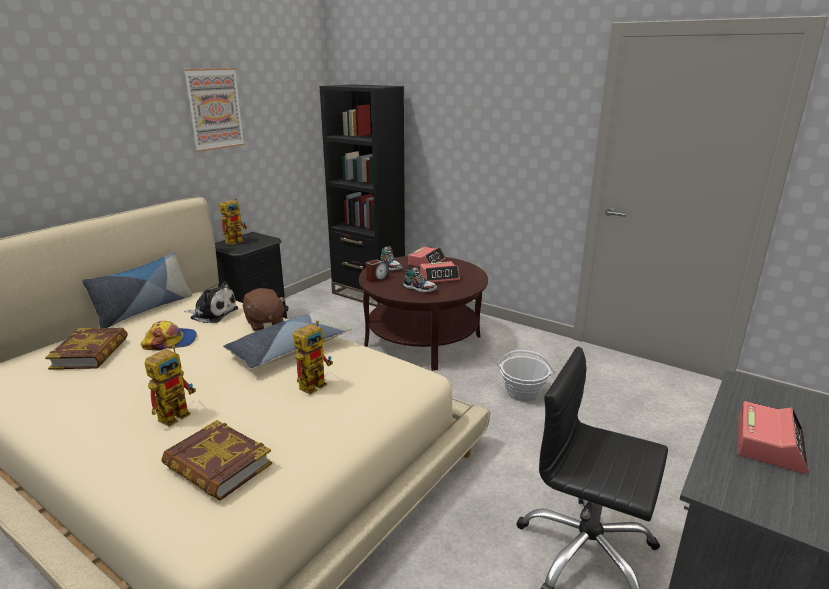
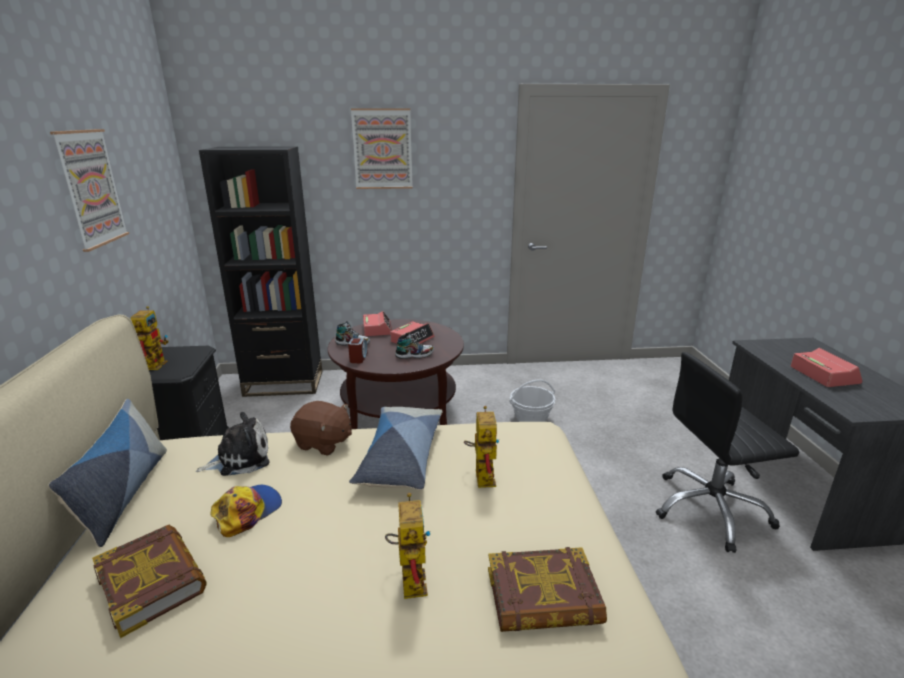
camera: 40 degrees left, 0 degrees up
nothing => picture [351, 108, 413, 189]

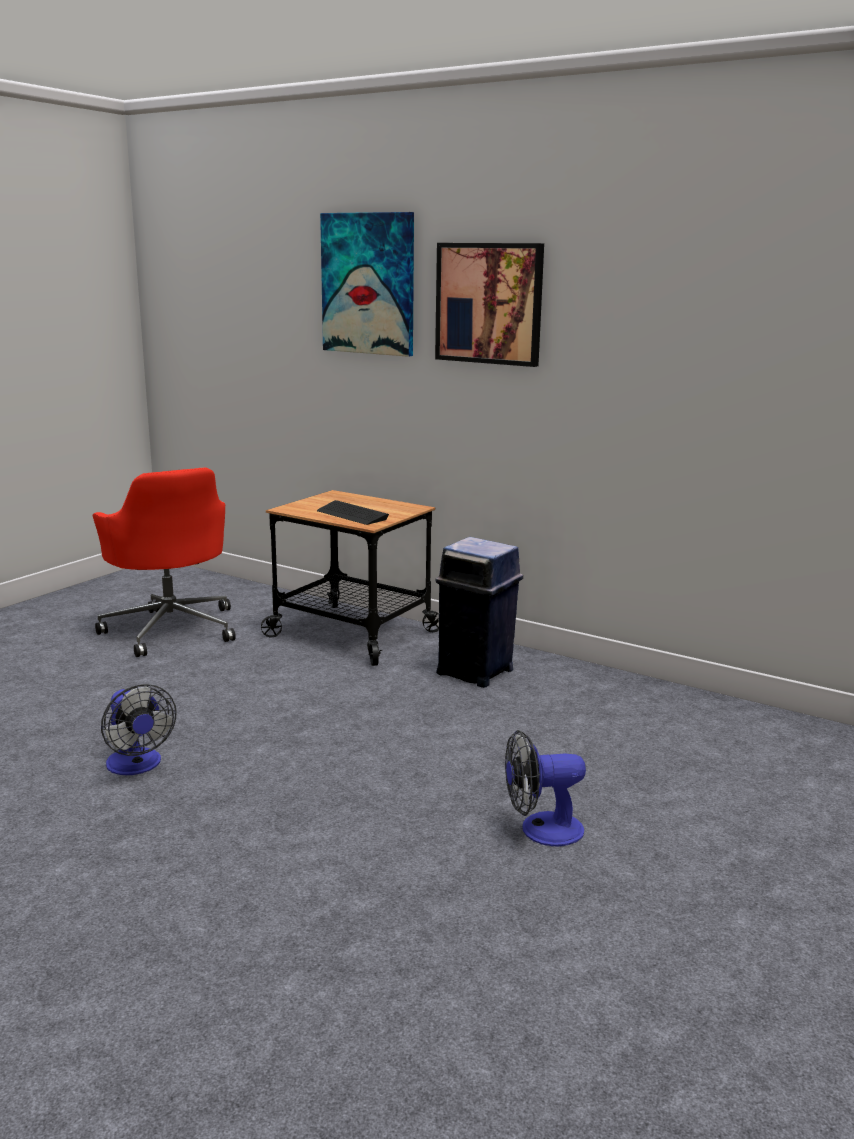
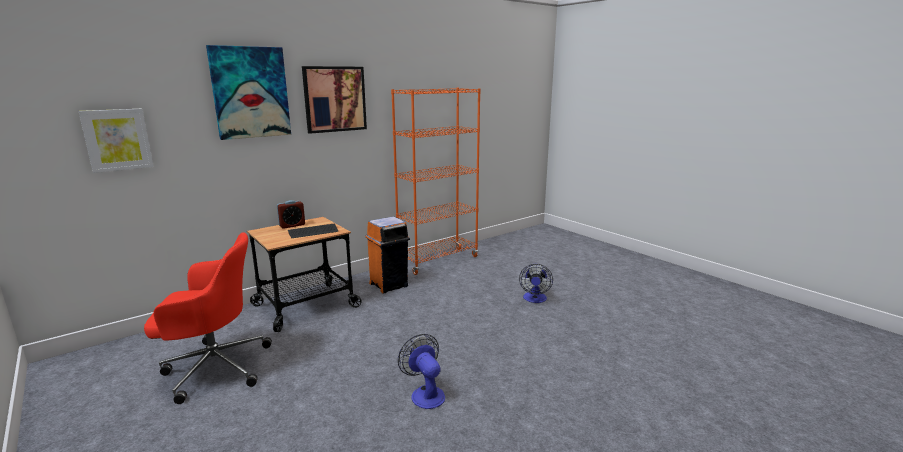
camera: 70 degrees left, 0 degrees up
fan [101, 684, 176, 775] => fan [398, 334, 445, 409], 105 degrees counterclockwise
trash can in blue [436, 537, 523, 688] => trash can in orange [365, 217, 410, 293]
nothing => picture [79, 109, 154, 173]
nothing => alarm clock [277, 200, 305, 229]
nothing => bookcase in orange [391, 88, 481, 275]

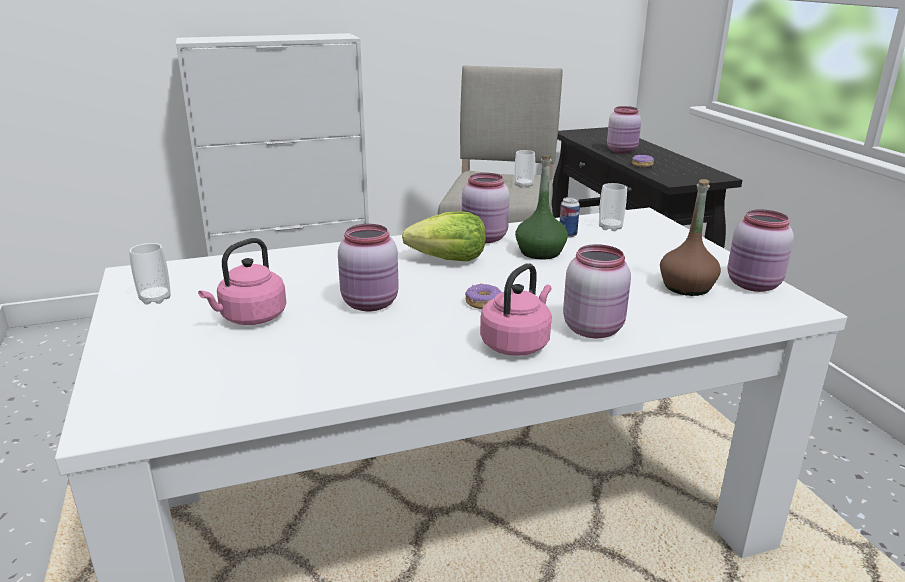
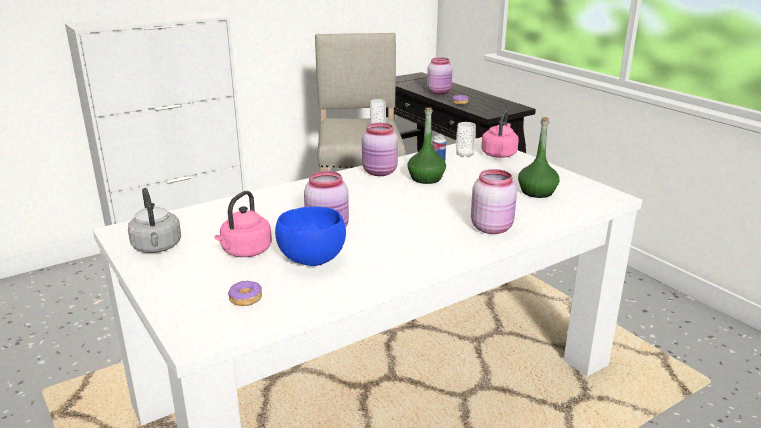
camera: 15 degrees left, 0 degrees up
cup [129, 243, 171, 305] => kettle in grey [128, 188, 181, 253]
lettuce [402, 211, 486, 262] => nothing
donut [465, 284, 501, 309] => donut [228, 281, 262, 306], moved
kettle in pink [480, 263, 552, 356] => kettle in pink [482, 110, 519, 158], moved
bottle in brown [660, 179, 721, 296] => bottle in green [518, 117, 560, 198]
jar in pink [727, 209, 794, 292] => nothing
nothing => bowl in blue [275, 207, 346, 266]

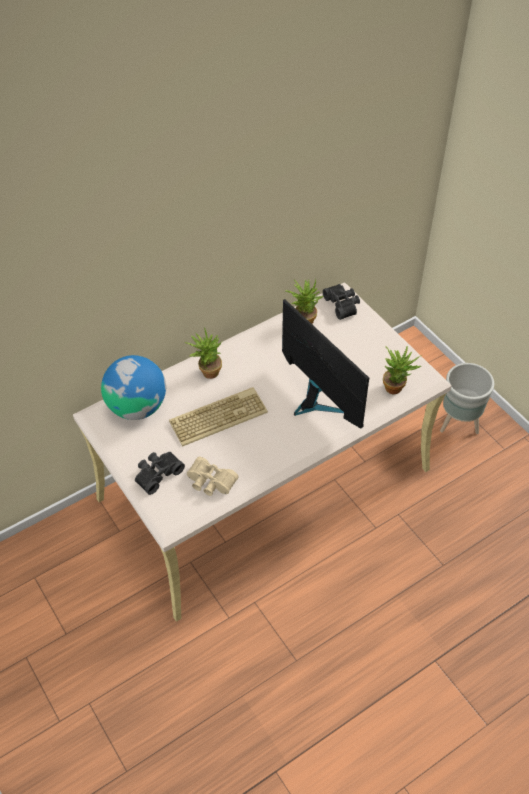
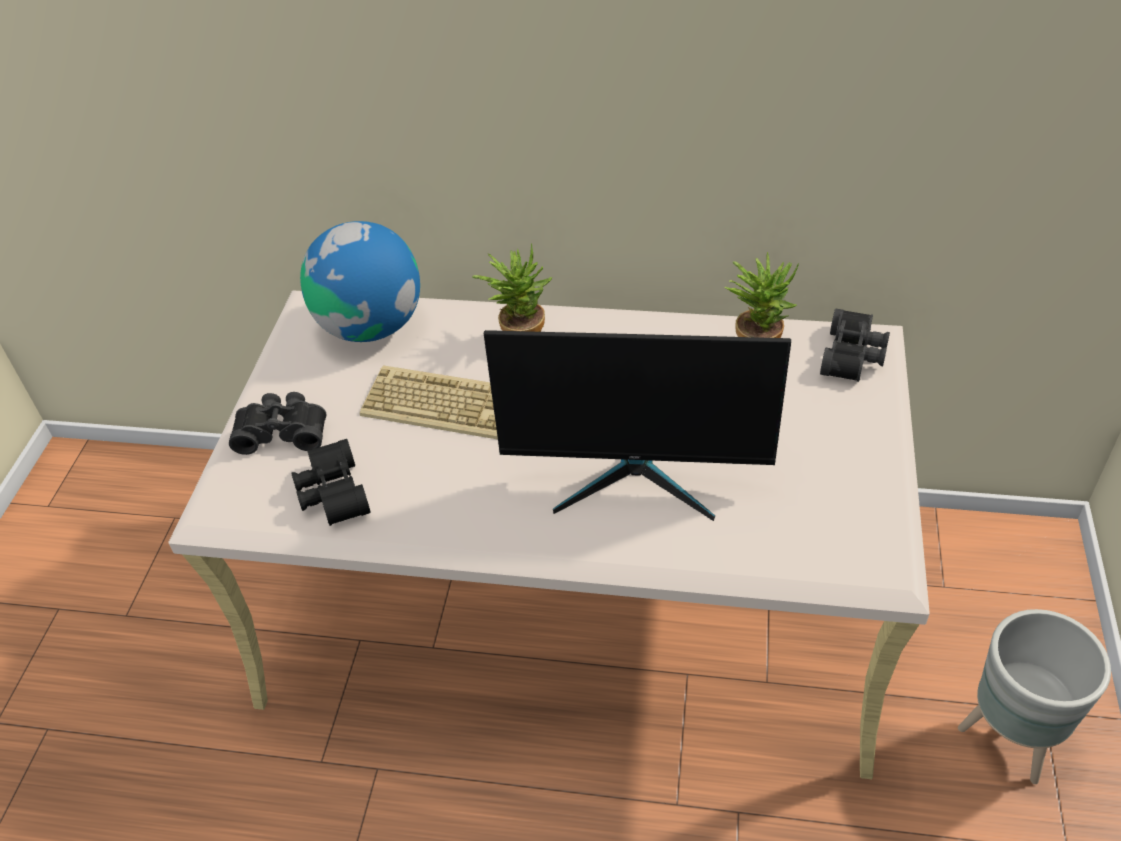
camera: 45 degrees right, 5 degrees down
binoculars in beige [187, 457, 238, 496] => binoculars in black [291, 439, 371, 526]
monitor [282, 299, 369, 428] => monitor [484, 330, 791, 521], 90 degrees clockwise
potted plant [383, 346, 422, 394] => nothing

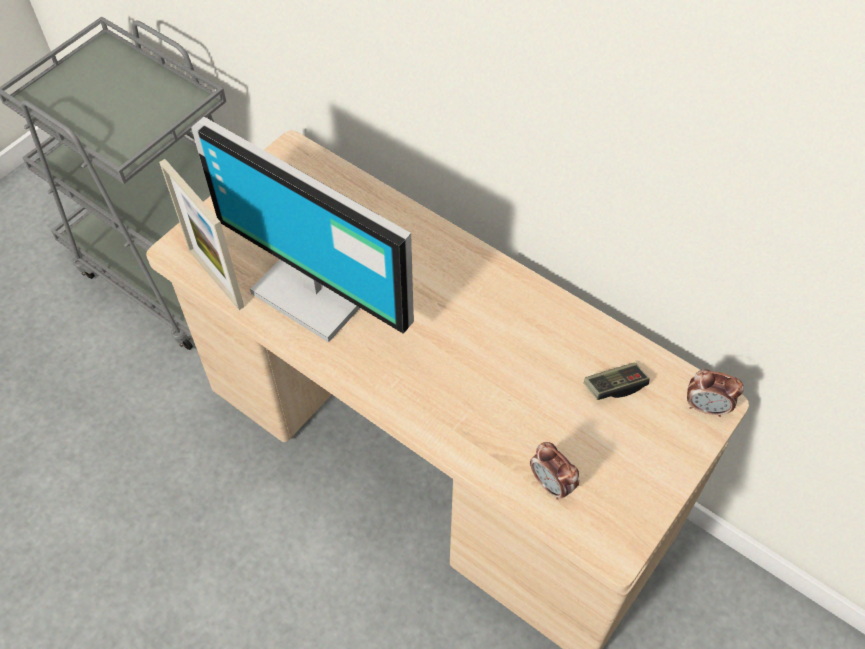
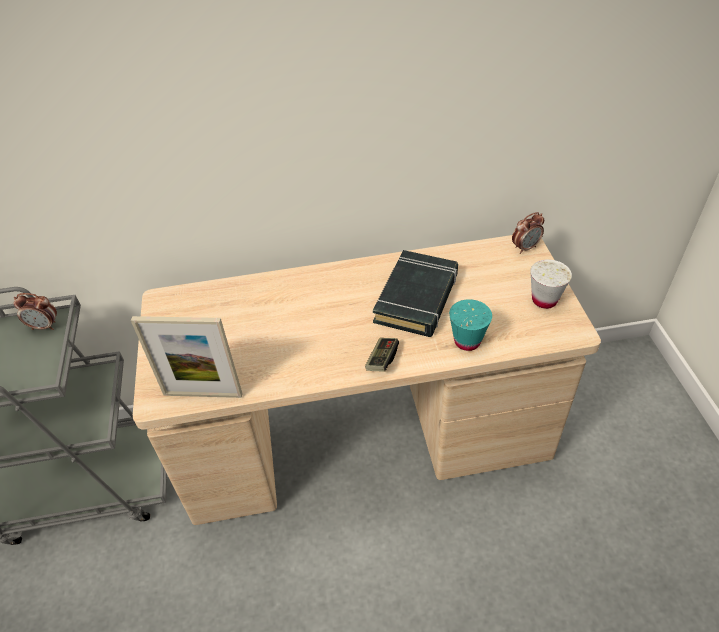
camera: 45 degrees left, 10 degrees down
monitor [191, 117, 414, 342] => nothing
alarm clock [530, 442, 579, 500] => alarm clock [13, 293, 57, 330], moved
game controller [584, 363, 650, 400] => game controller [365, 338, 399, 372], moved
nothing => book in black [373, 250, 458, 337]
nothing => cup in turquoise [449, 299, 492, 351]
nothing => cup in white [530, 260, 572, 309]

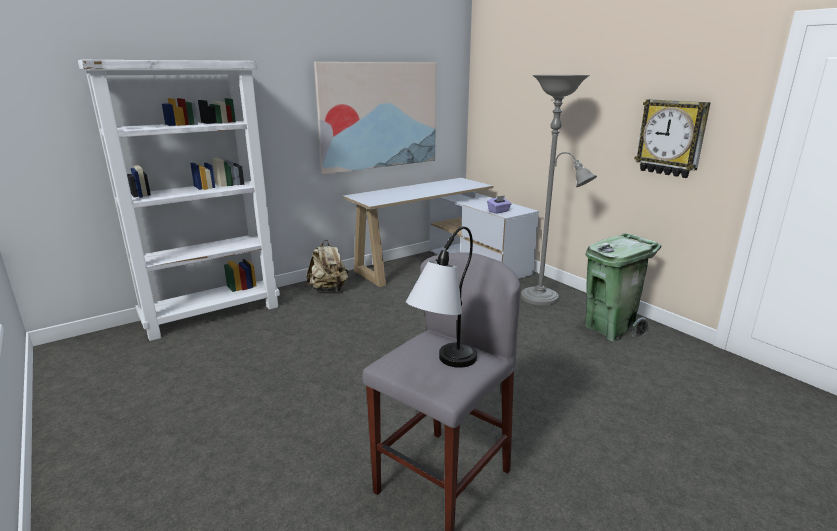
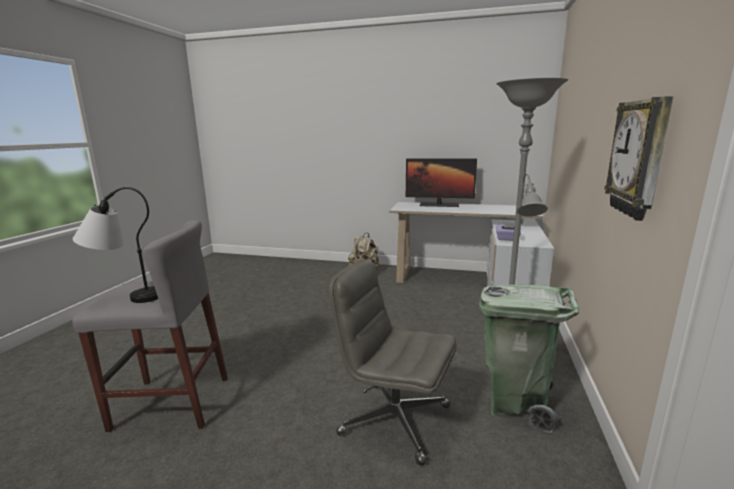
camera: 50 degrees right, 5 degrees down
bookcase in white [78, 60, 280, 341] => nothing
picture [314, 62, 436, 174] => nothing
nothing => office chair in grey [329, 259, 456, 465]
nothing => monitor [406, 159, 477, 207]

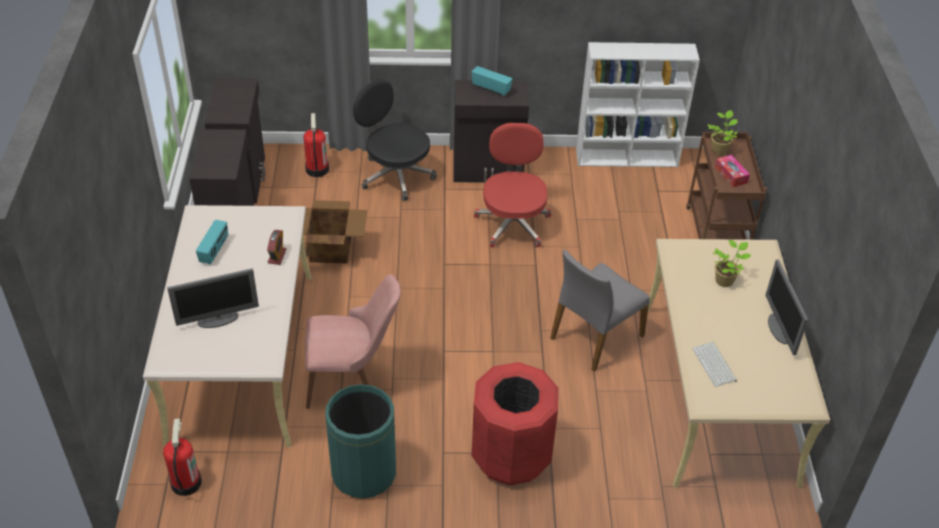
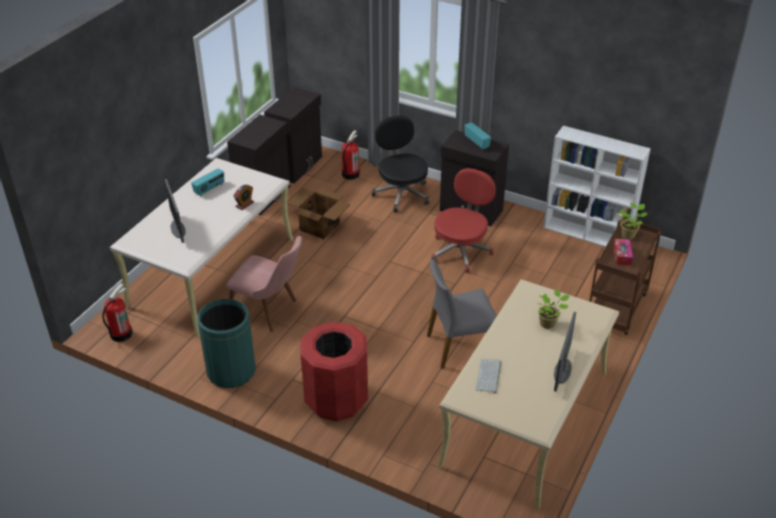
camera: 30 degrees right, 5 degrees down
monitor [167, 268, 259, 328] => monitor [165, 179, 186, 243], 60 degrees clockwise

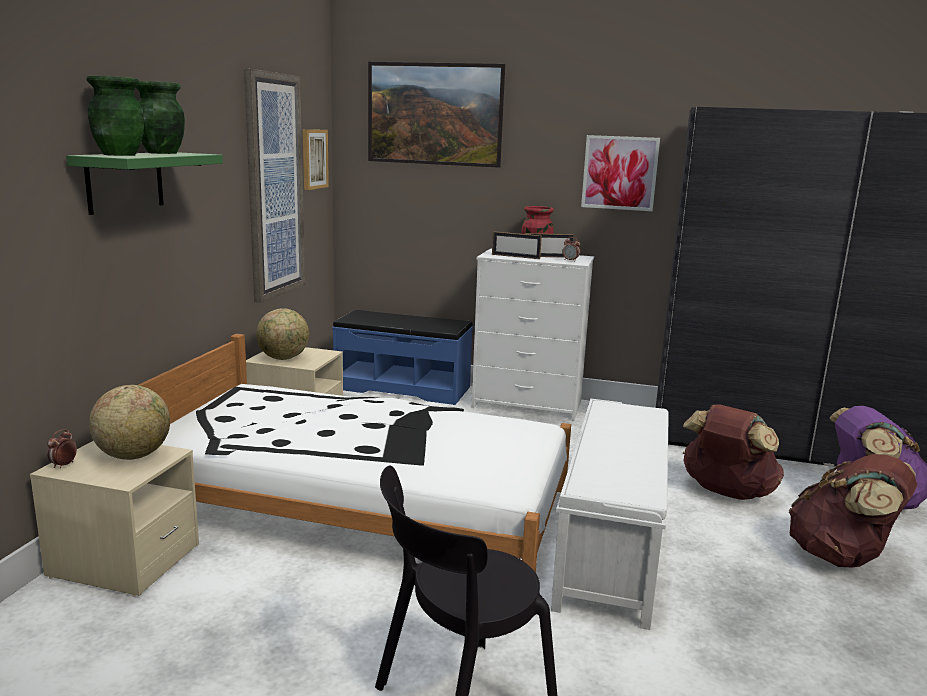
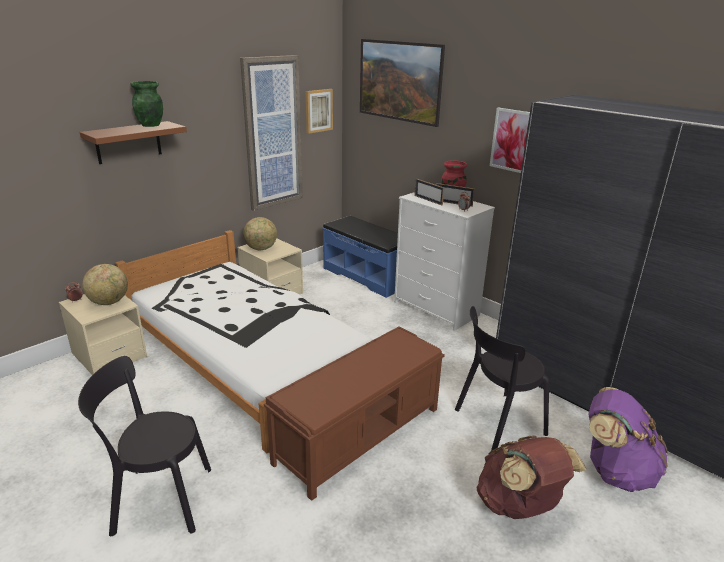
camera: 30 degrees right, 10 degrees up
shelf in green [66, 152, 223, 215] => shelf in brown [80, 121, 187, 164]
vase in green [87, 76, 144, 156] => nothing
bench in white [551, 399, 669, 630] => bench in brown [264, 326, 445, 501]
backpack in brown [683, 404, 784, 500] => chair in black [455, 306, 549, 451]

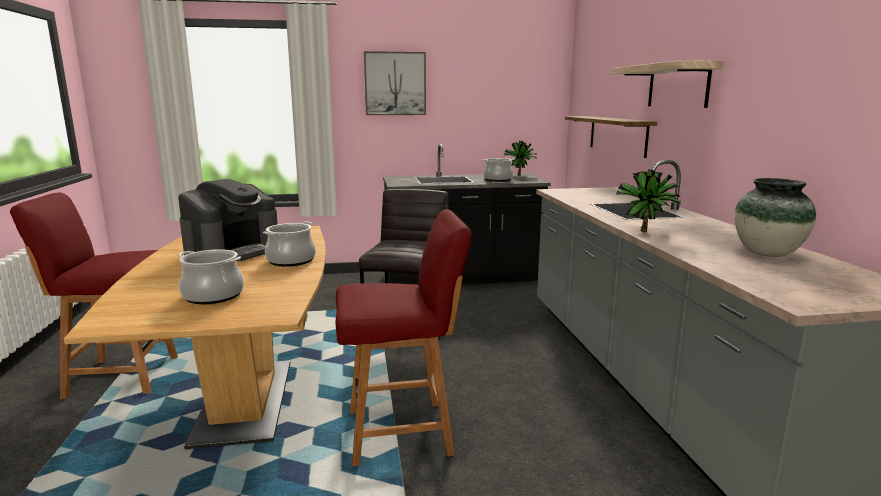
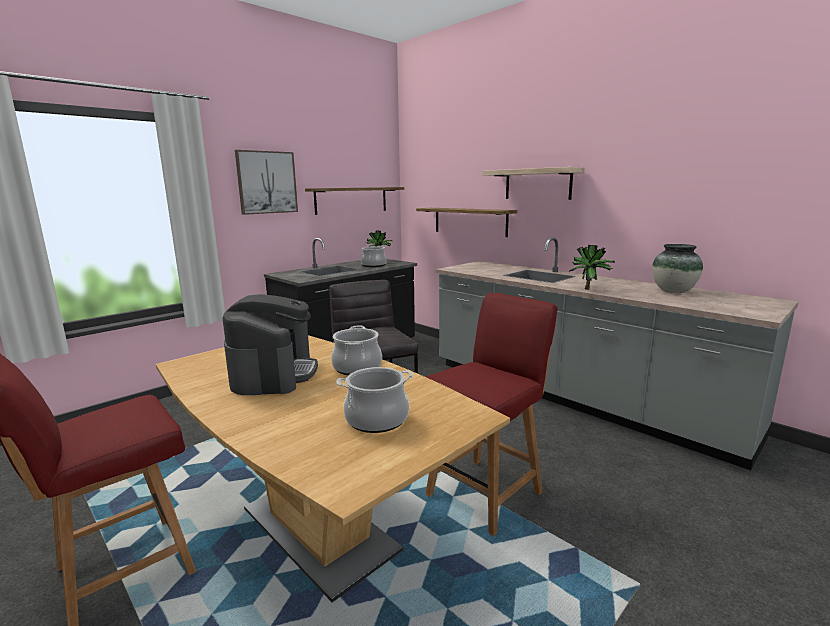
camera: 35 degrees left, 0 degrees up
nothing => shelf [305, 187, 404, 215]

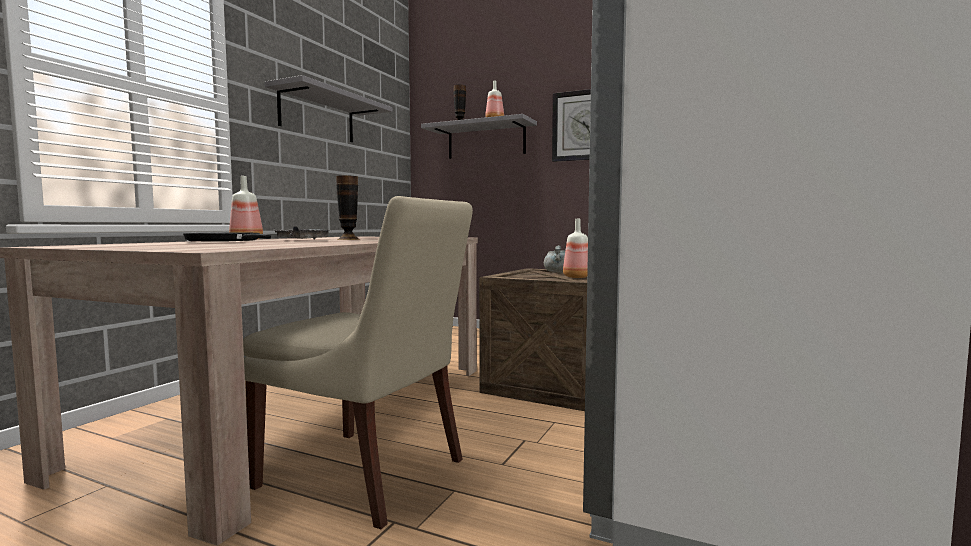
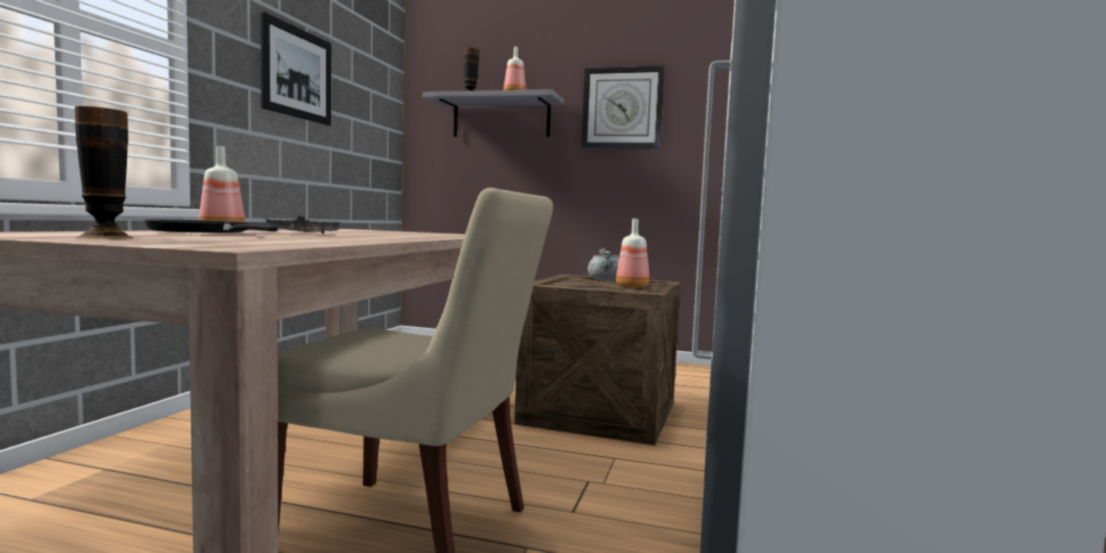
camera: 10 degrees left, 0 degrees up
shelf in grey [265, 75, 392, 142] => picture [261, 12, 331, 125]
vase [336, 175, 361, 240] => vase [75, 106, 133, 239], moved

